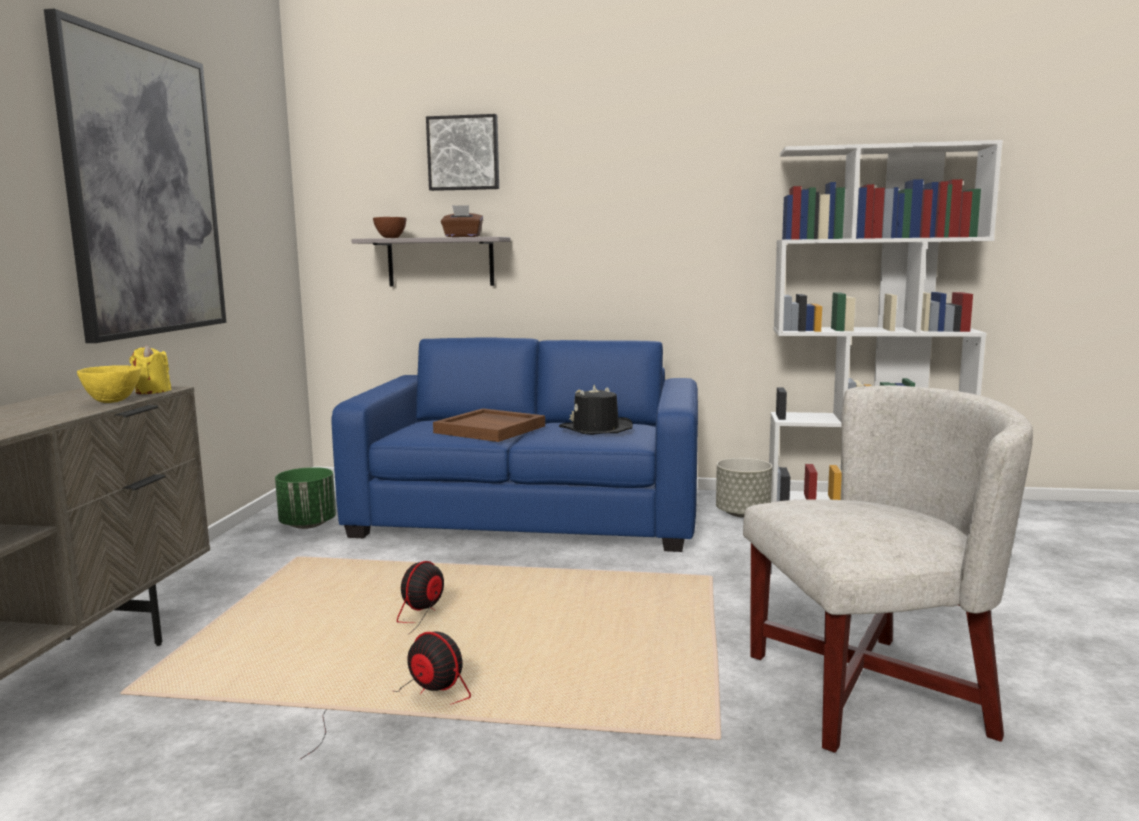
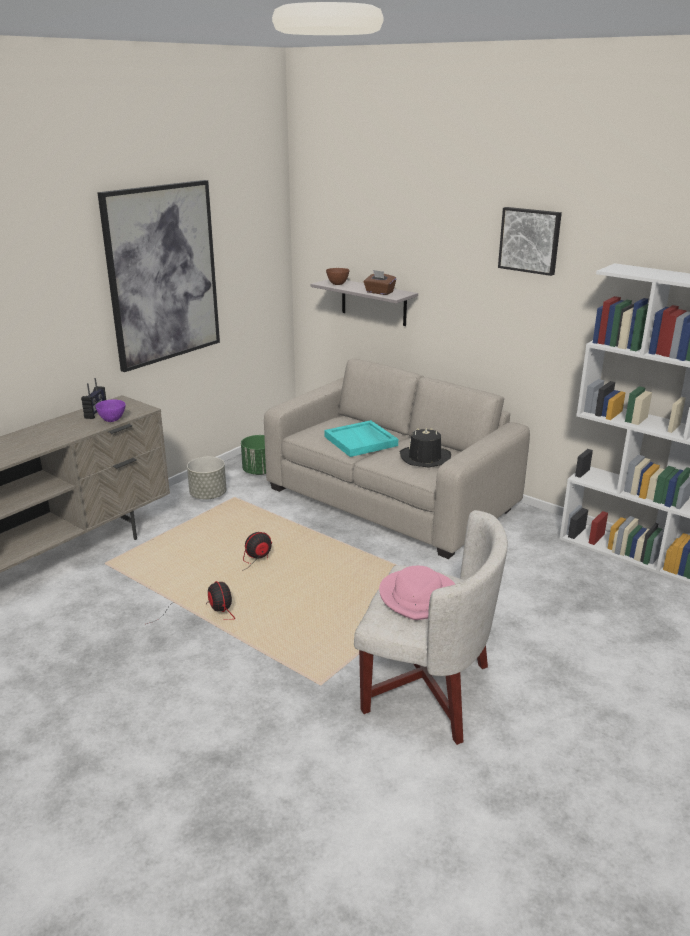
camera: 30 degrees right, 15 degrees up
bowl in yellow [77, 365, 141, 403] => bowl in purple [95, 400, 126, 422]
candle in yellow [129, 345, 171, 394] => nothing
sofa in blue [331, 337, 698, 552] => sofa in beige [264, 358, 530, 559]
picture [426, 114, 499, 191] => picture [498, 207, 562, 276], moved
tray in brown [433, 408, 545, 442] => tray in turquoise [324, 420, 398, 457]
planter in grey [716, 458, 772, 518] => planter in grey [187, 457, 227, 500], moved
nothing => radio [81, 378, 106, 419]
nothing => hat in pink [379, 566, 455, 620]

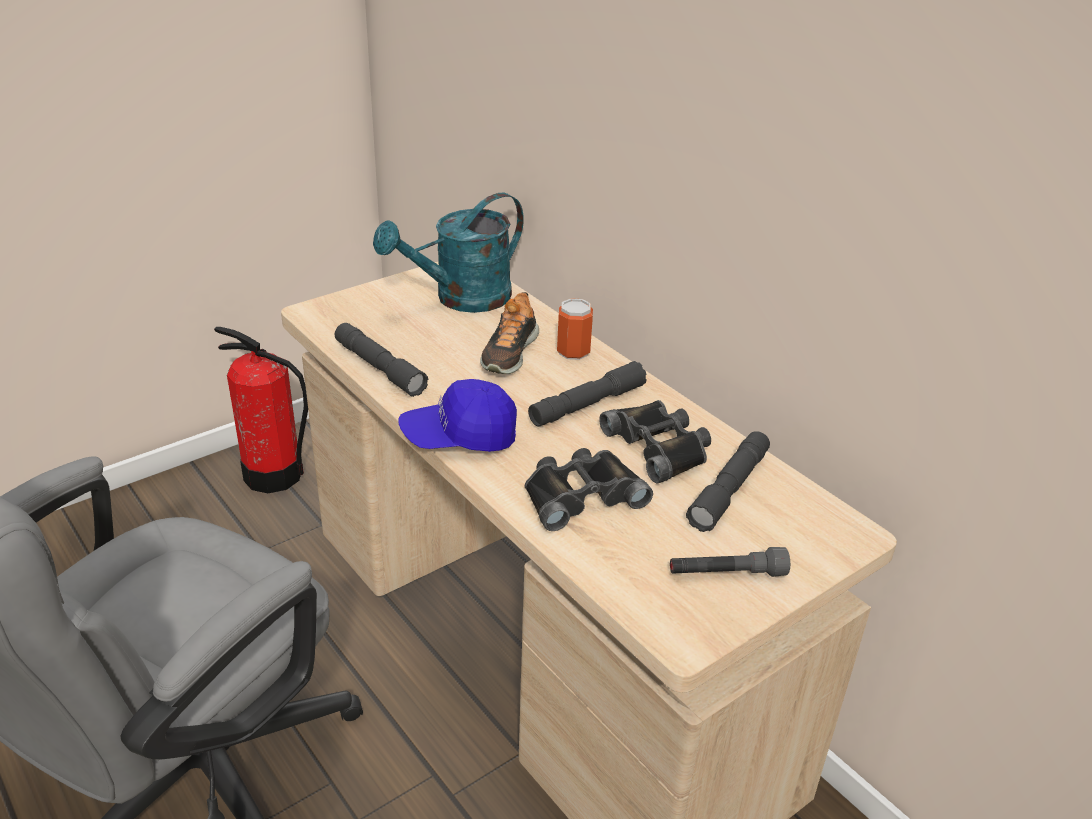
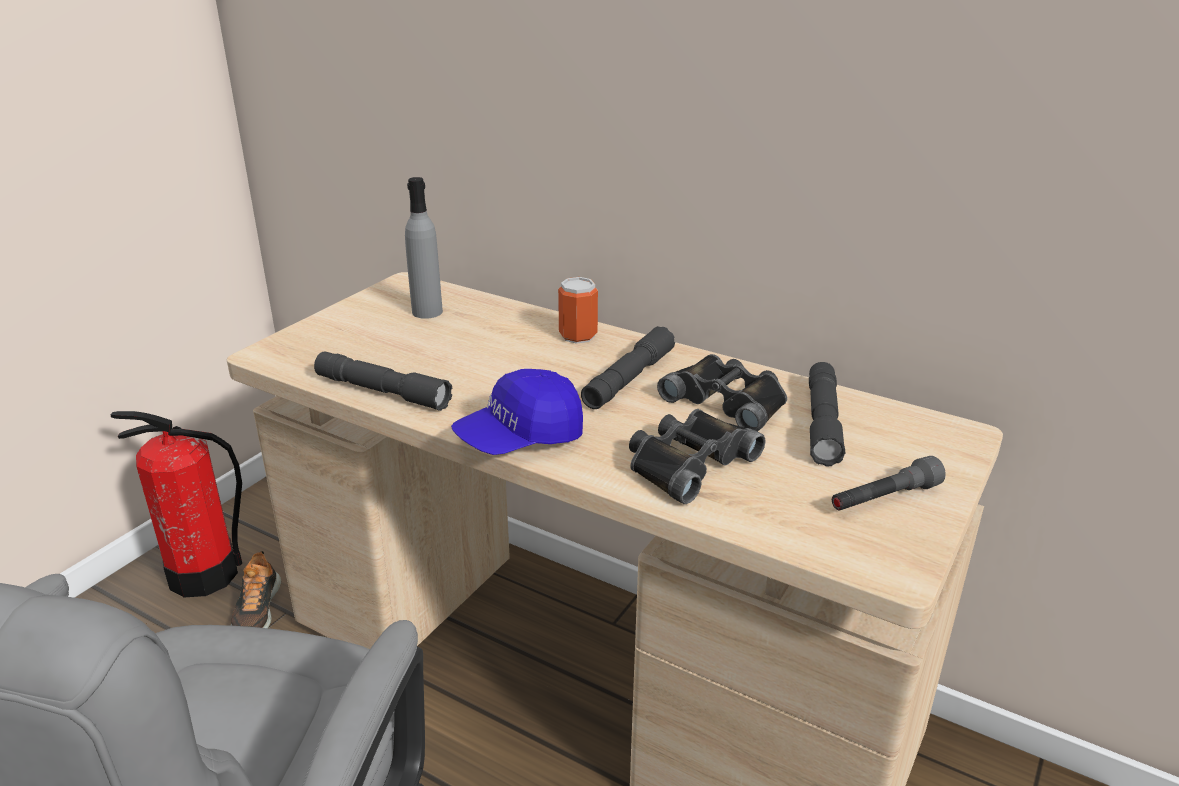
camera: 20 degrees left, 5 degrees down
watering can in turquoise [373, 193, 524, 313] => bottle in grey [405, 177, 443, 319]
shoe [480, 292, 539, 374] => shoe [231, 551, 281, 628], moved

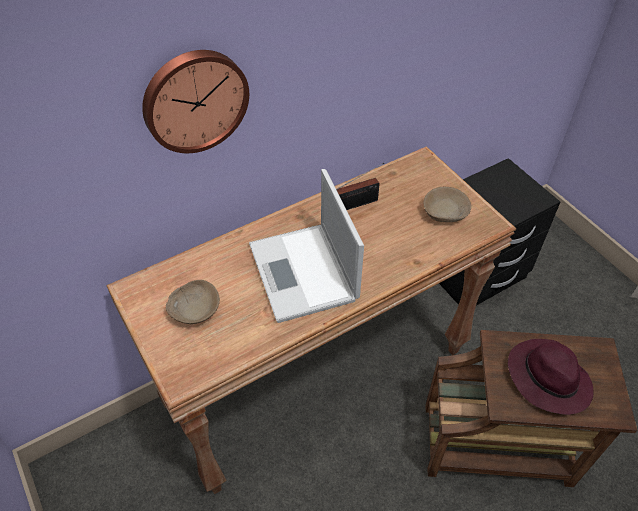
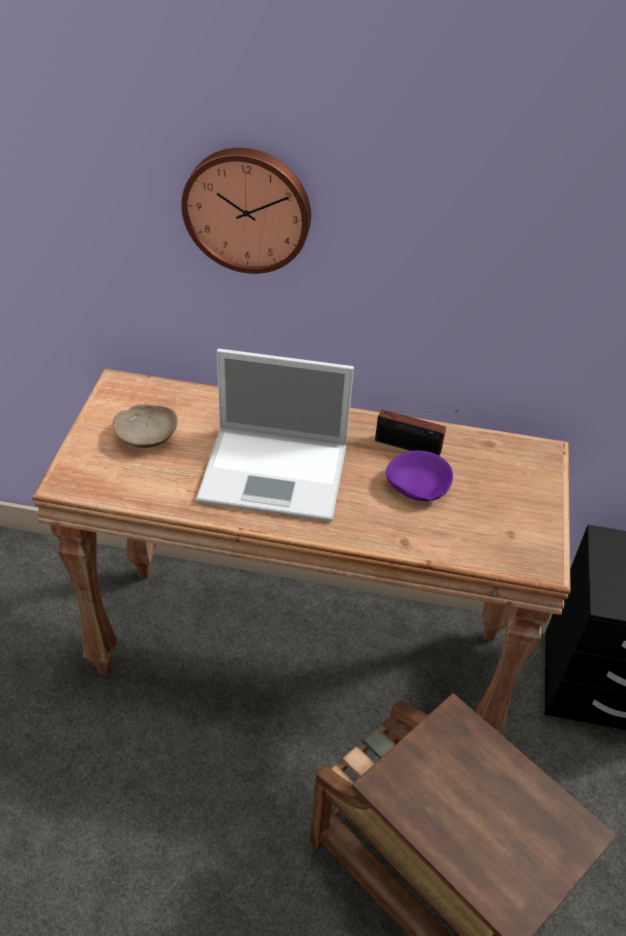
camera: 40 degrees right, 5 degrees down
laptop [249, 169, 364, 323] => laptop [196, 349, 354, 522], 105 degrees counterclockwise
bowl in beige [424, 187, 471, 222] => nothing
hat in purple [508, 339, 593, 415] => nothing
nothing => bowl in purple [386, 450, 453, 501]

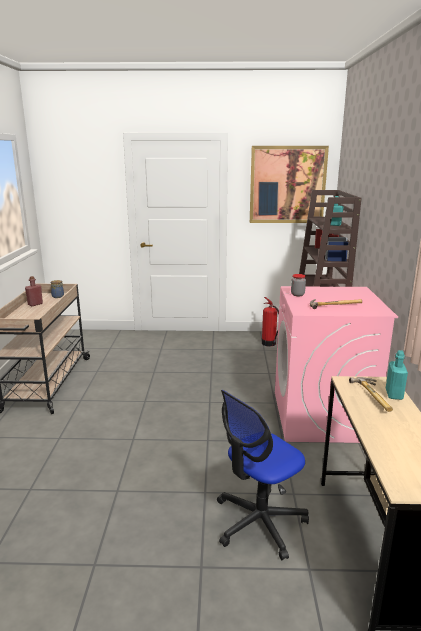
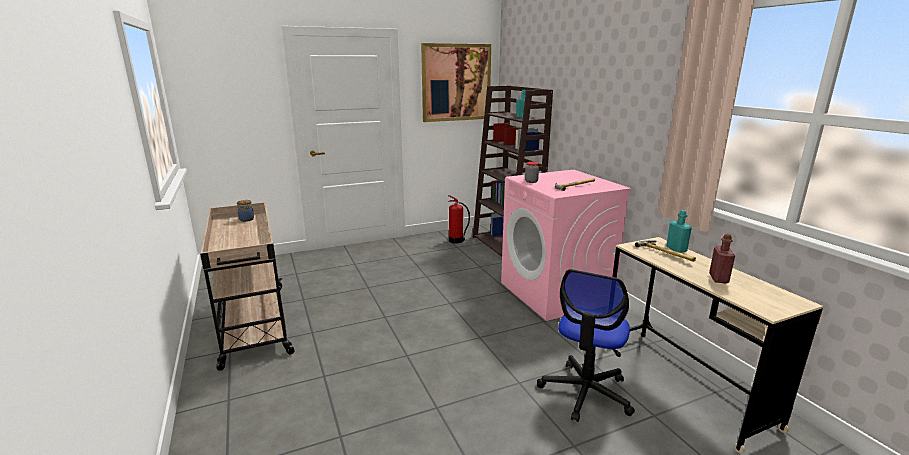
camera: 25 degrees left, 0 degrees up
bottle in red [25, 276, 43, 306] => bottle in red [709, 234, 735, 283], moved

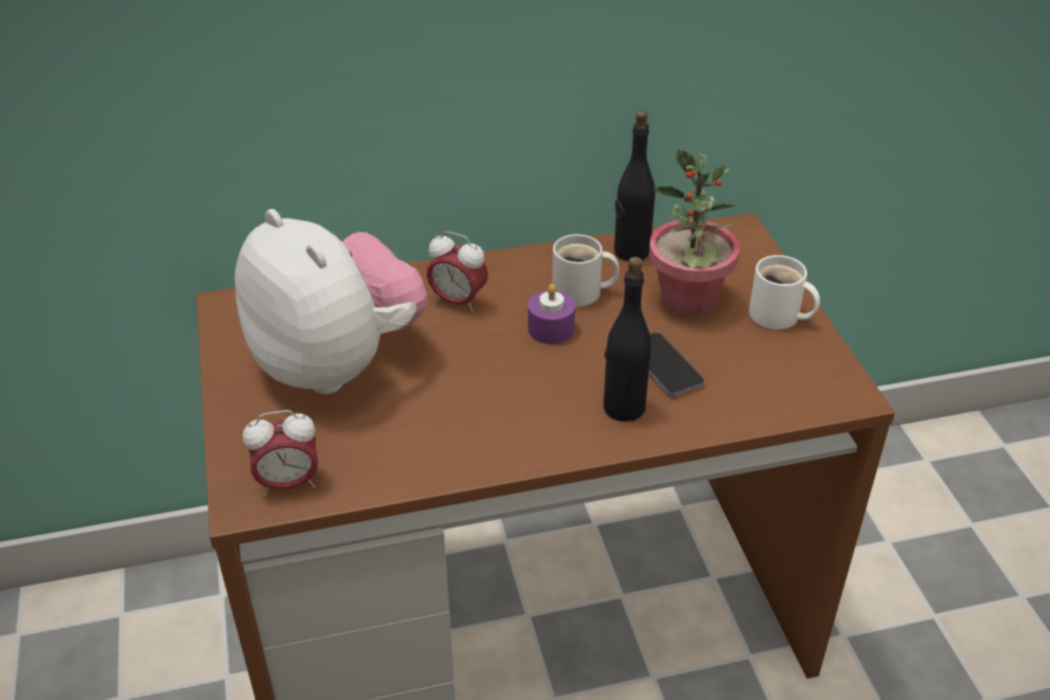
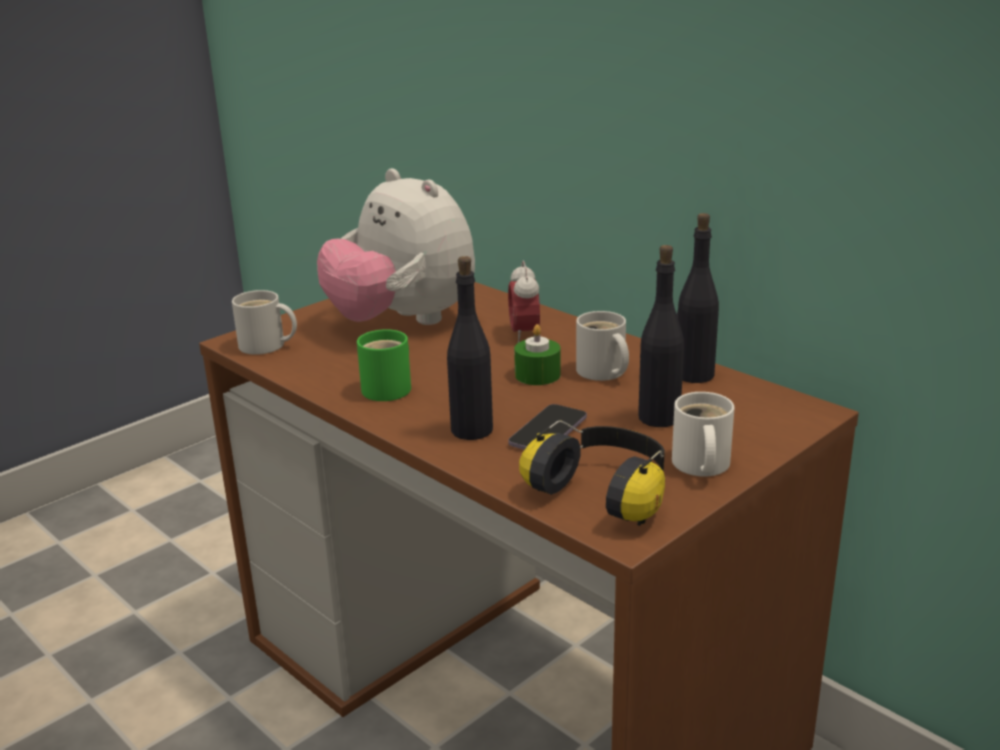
camera: 60 degrees right, 15 degrees down
plush toy [235, 209, 428, 394] => plush toy [317, 168, 475, 325], 120 degrees clockwise
alarm clock [243, 410, 318, 496] => mug in white [232, 290, 297, 355]
candle in purple [528, 284, 575, 344] => candle in green [514, 324, 561, 385]
potted plant [649, 149, 739, 317] => bottle in black [638, 245, 684, 427]
nothing => mug in green [357, 329, 411, 401]
nothing => headphones [519, 421, 665, 526]

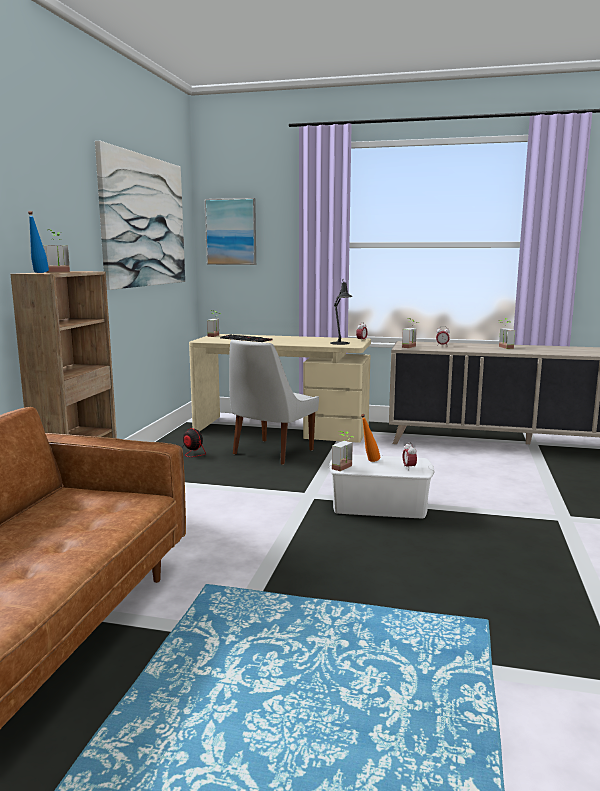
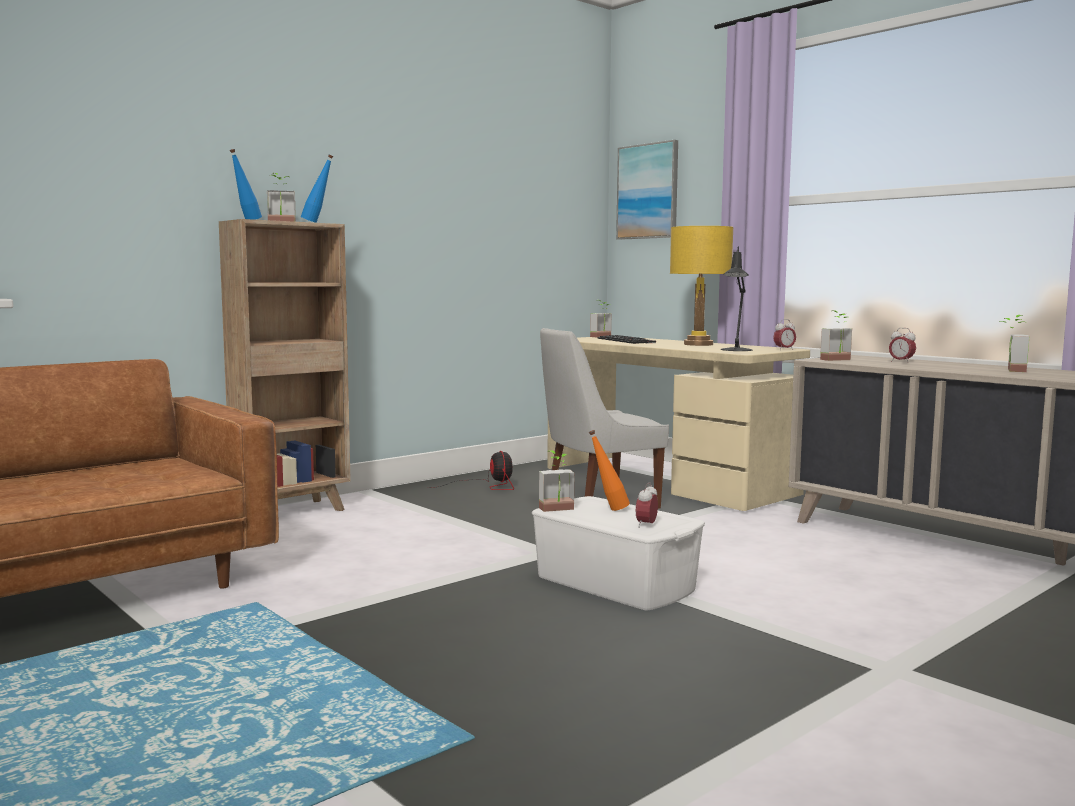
camera: 35 degrees right, 5 degrees down
picture [95, 141, 185, 290] => nothing
nothing => bottle in blue [301, 155, 333, 223]
nothing => table lamp in yellow [670, 226, 734, 346]

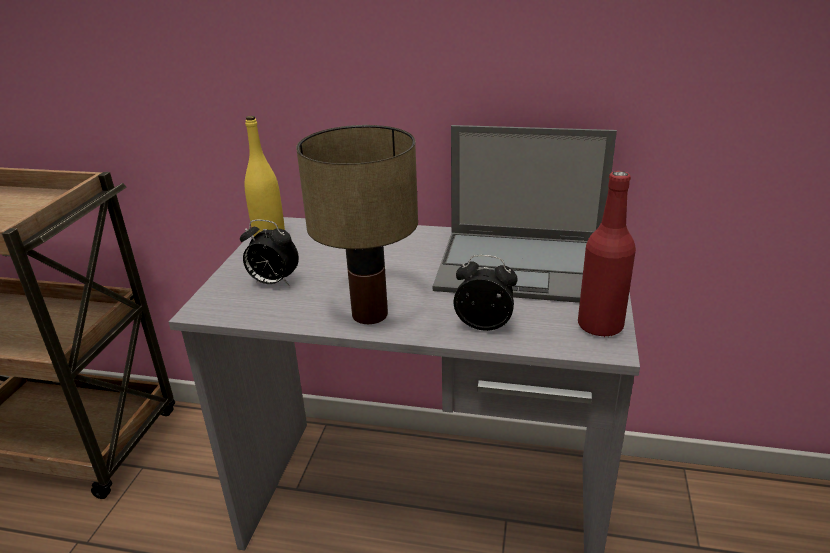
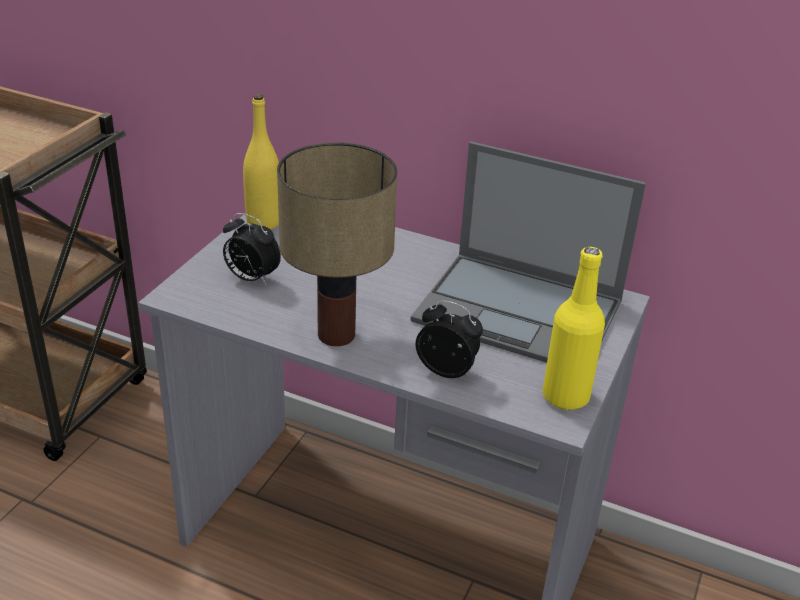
camera: 10 degrees right, 5 degrees up
bottle in red [578, 171, 636, 337] => bottle in yellow [543, 247, 605, 410]

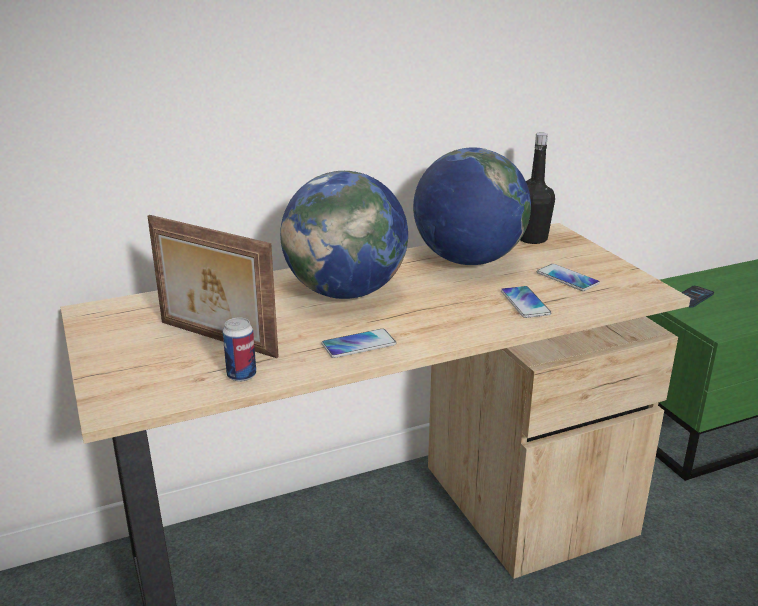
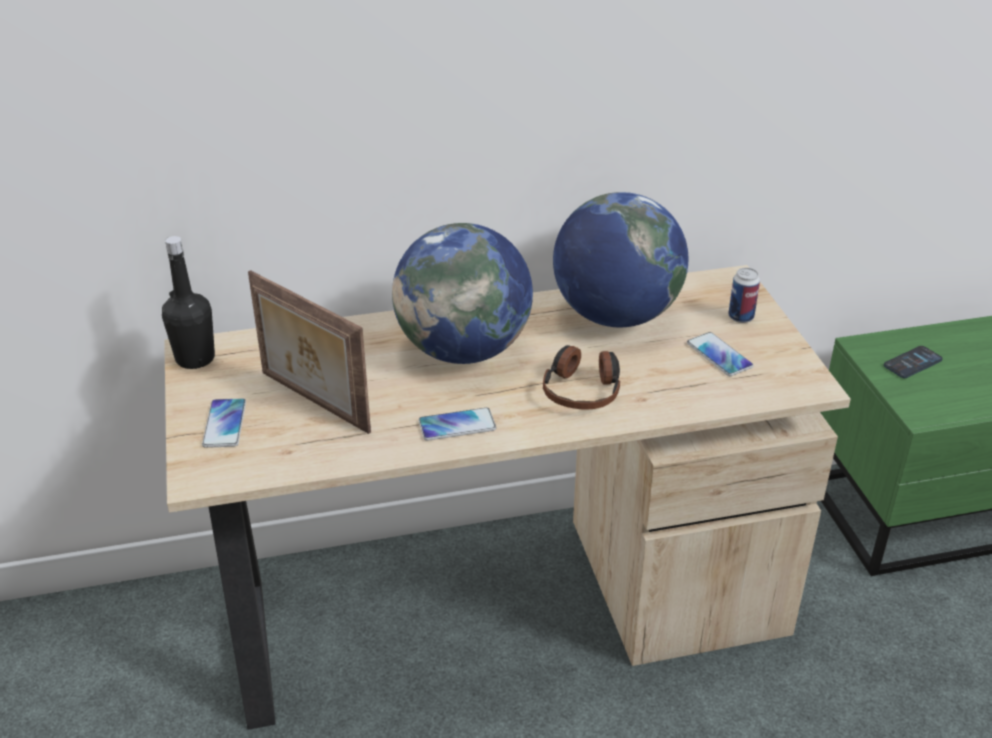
camera: 10 degrees right, 10 degrees up
can [223, 317, 256, 382] => can [728, 268, 760, 323], moved
phone [501, 286, 551, 318] => phone [202, 398, 246, 448], moved
bottle in black [520, 132, 555, 244] => bottle in black [162, 236, 215, 369], moved
nothing => headphones [543, 345, 620, 409]

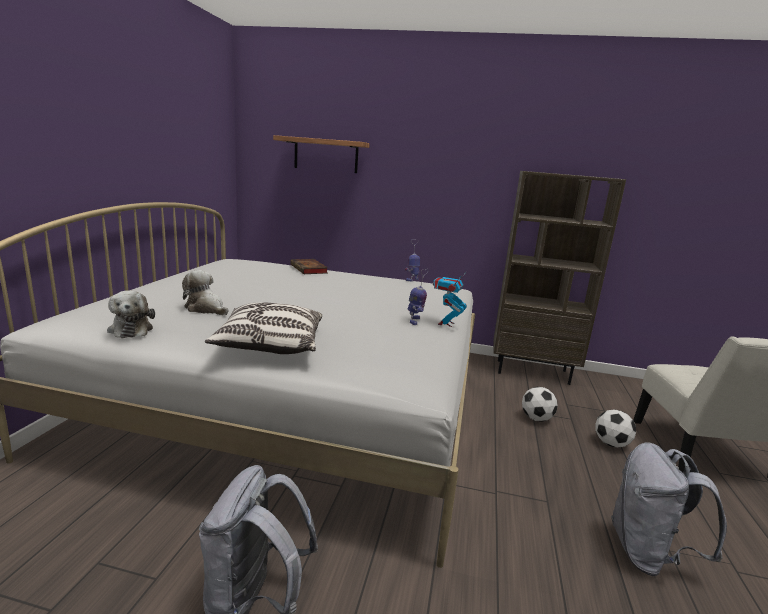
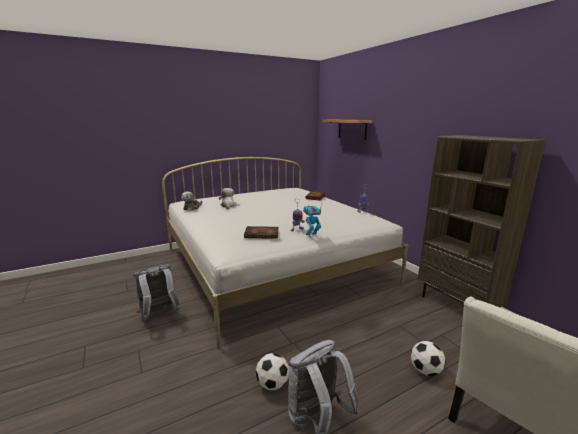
camera: 50 degrees right, 0 degrees up
pillow [205, 302, 322, 354] => nothing
football [522, 387, 558, 422] => football [256, 353, 289, 390], moved
nothing => book [244, 226, 278, 239]

